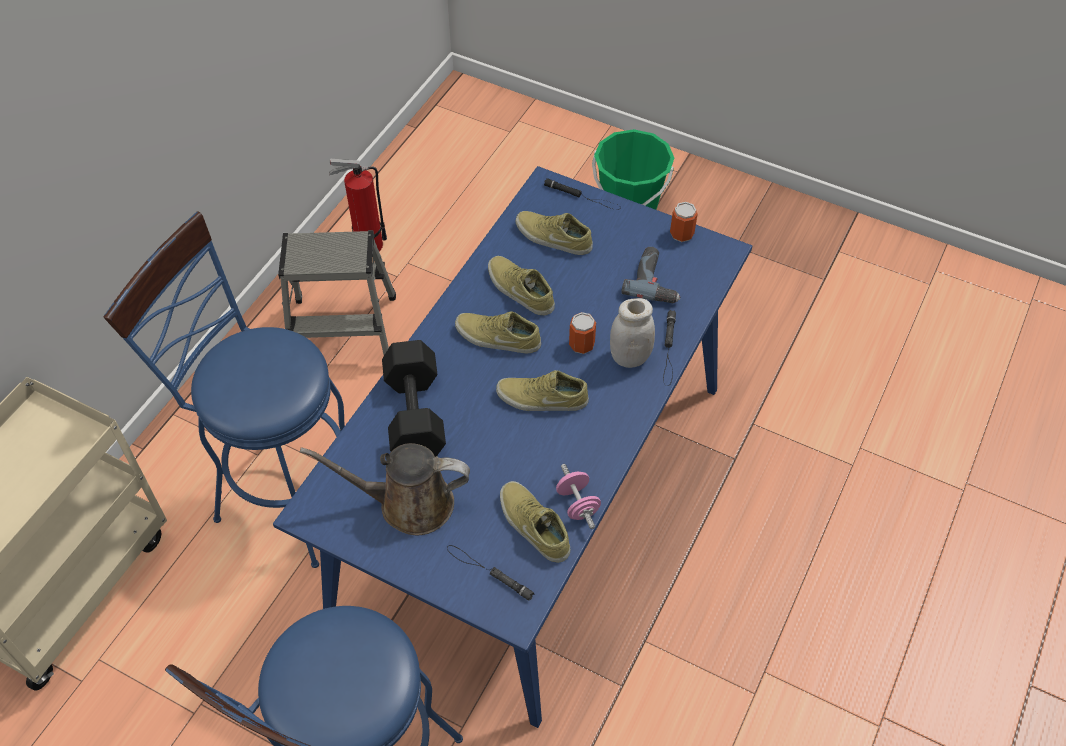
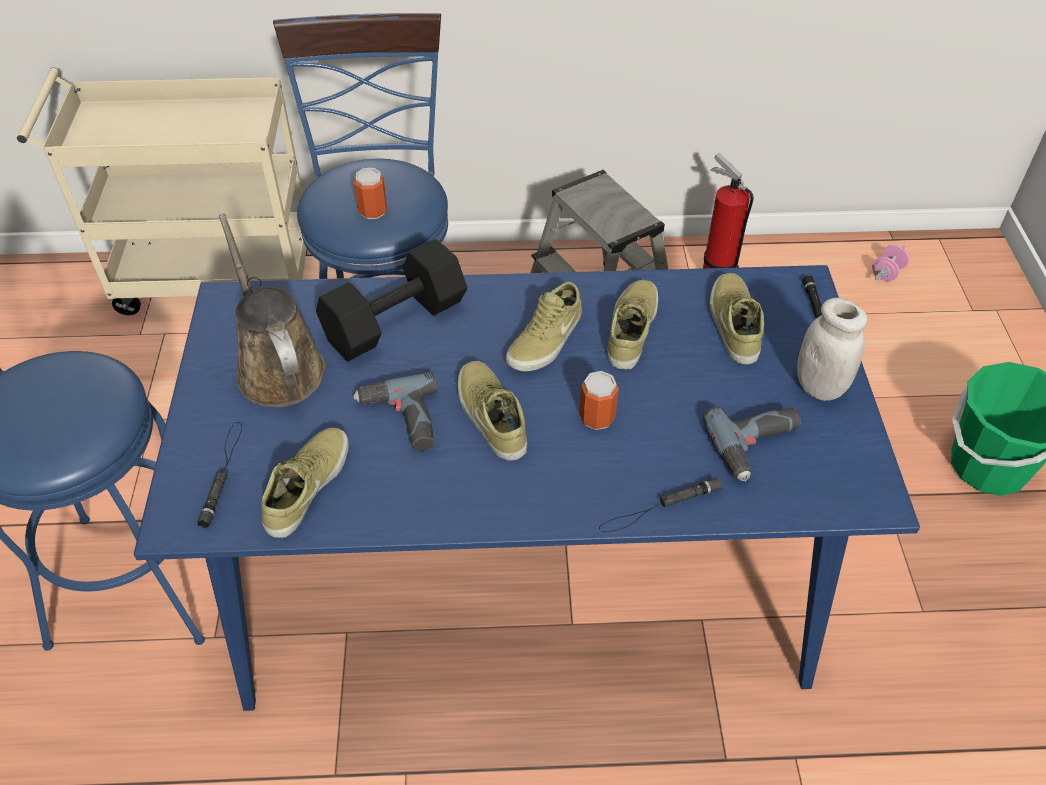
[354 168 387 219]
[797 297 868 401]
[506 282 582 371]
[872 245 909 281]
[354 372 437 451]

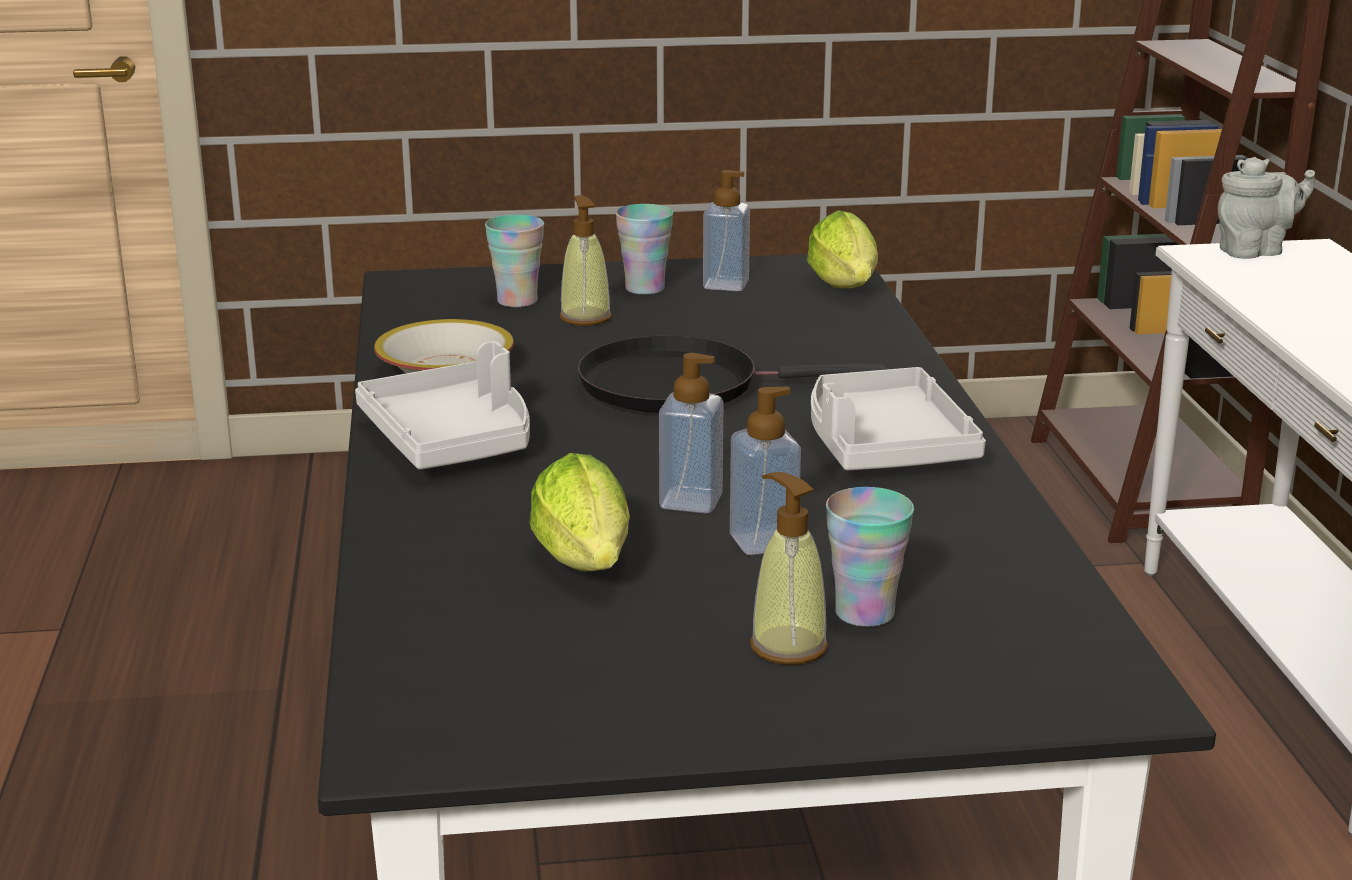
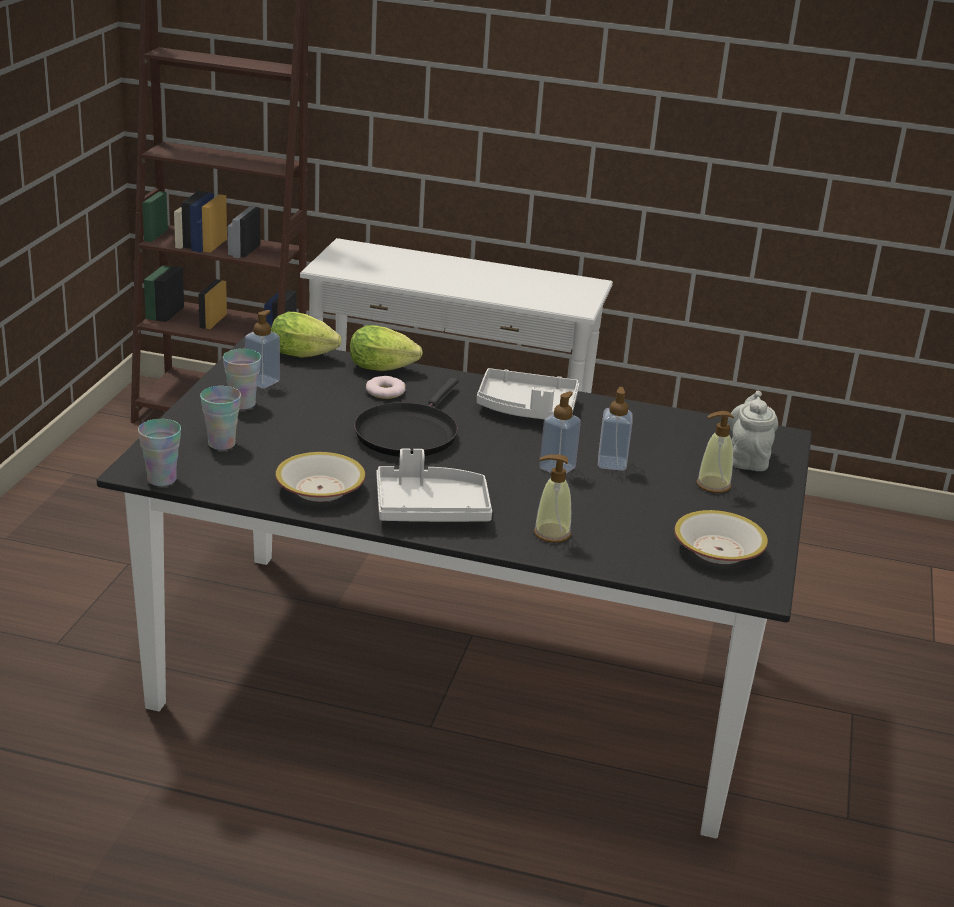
[728 391 778 471]
[534 454 571 543]
[350 325 423 371]
[138 419 181 486]
[366 376 406 399]
[674 510 768 564]

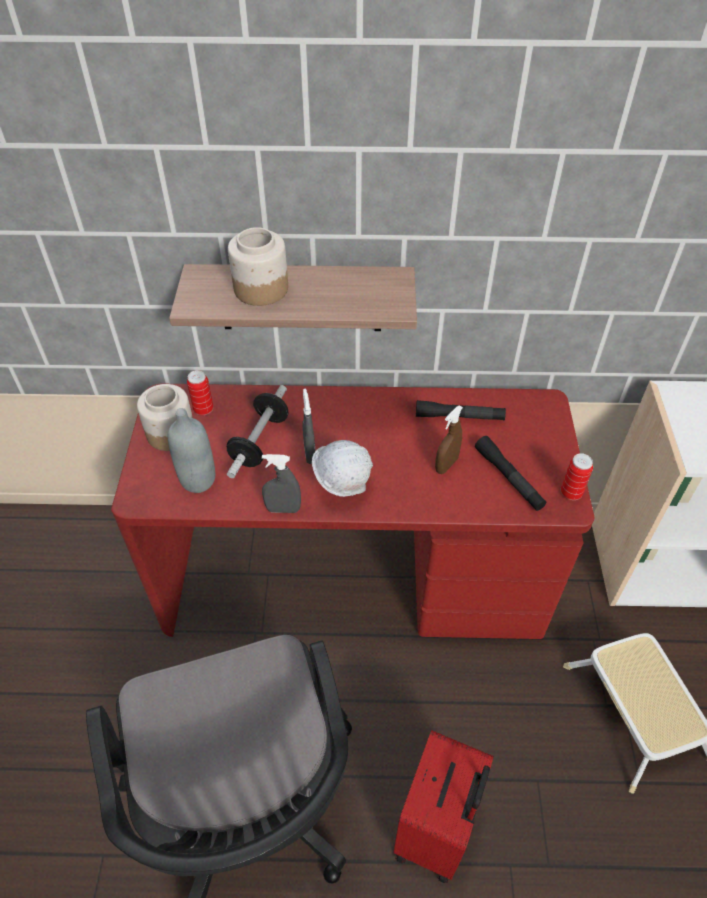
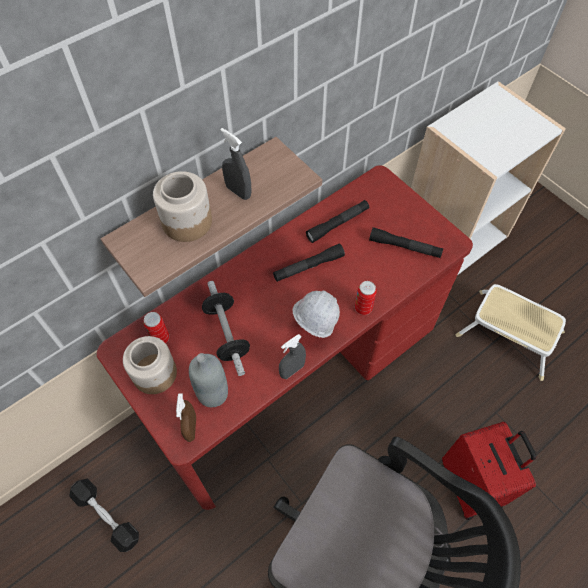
[220 128 252 200]
[176 393 196 442]
[355 281 377 315]
[273 244 345 282]
[69 479 139 552]

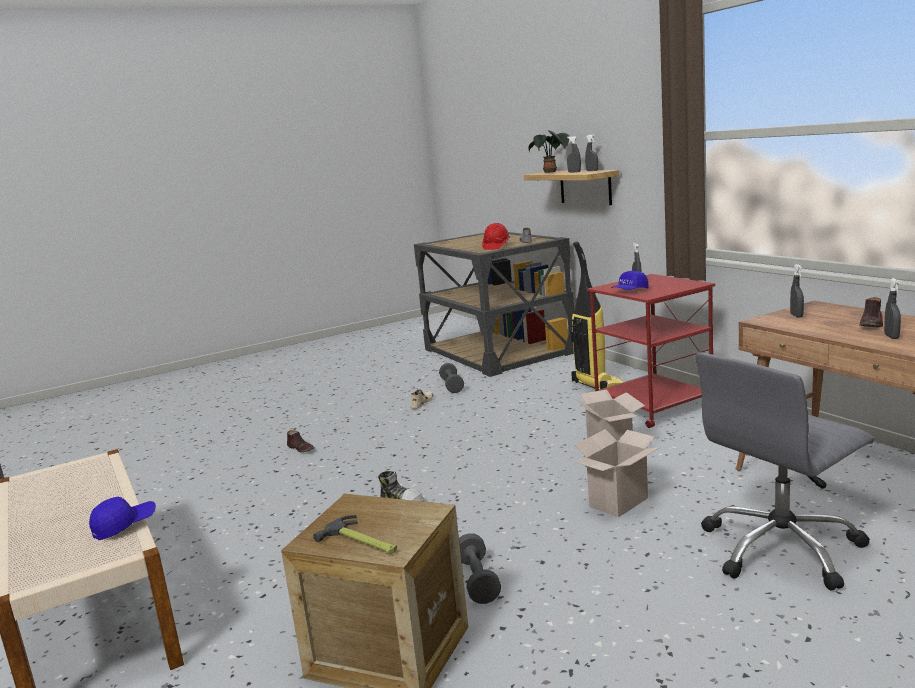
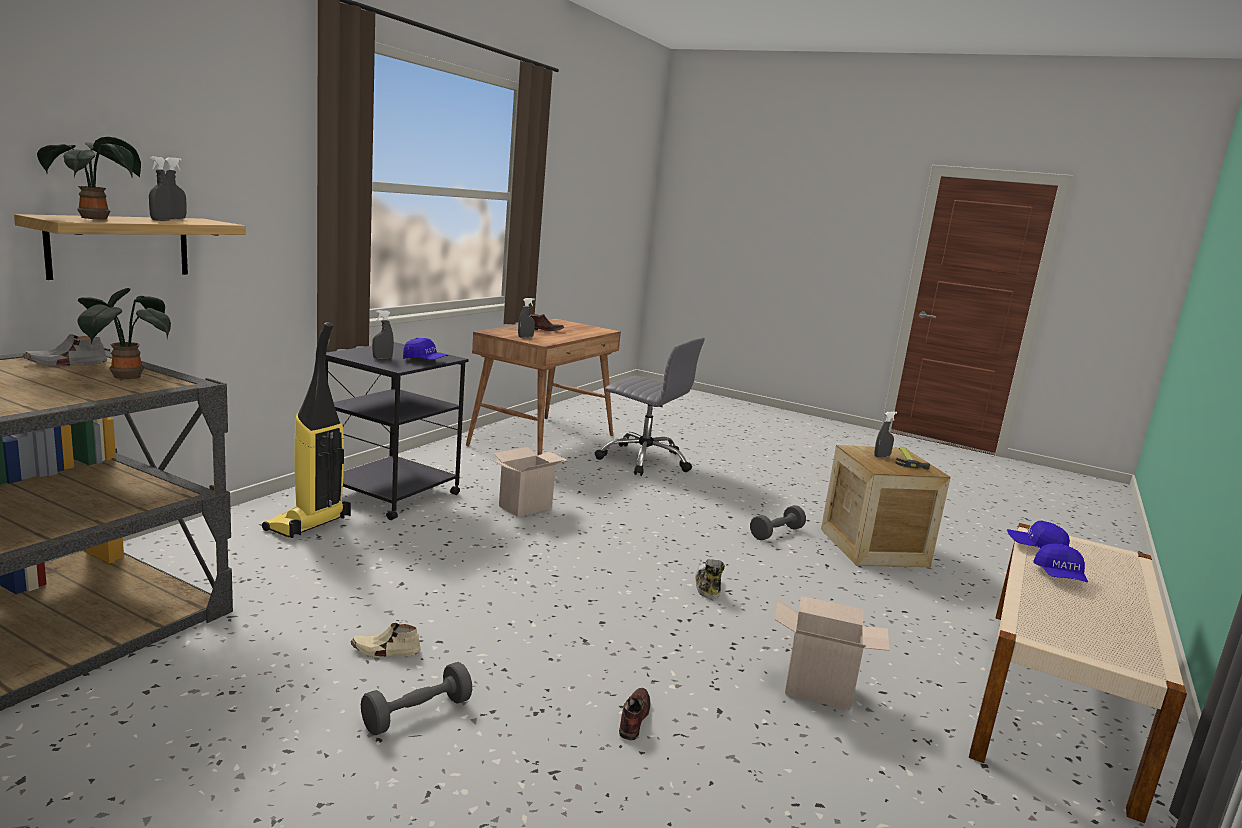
[77 288 171 381]
[325 342 469 520]
[874 411 897 457]
[361 662 472 735]
[774 596 890 710]
[1033 543 1088 582]

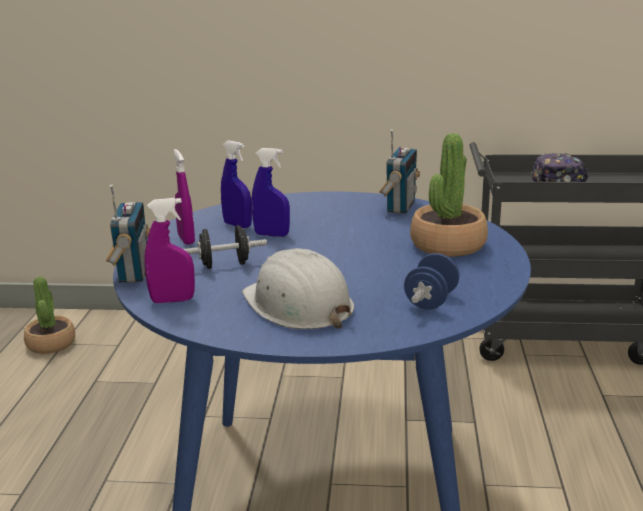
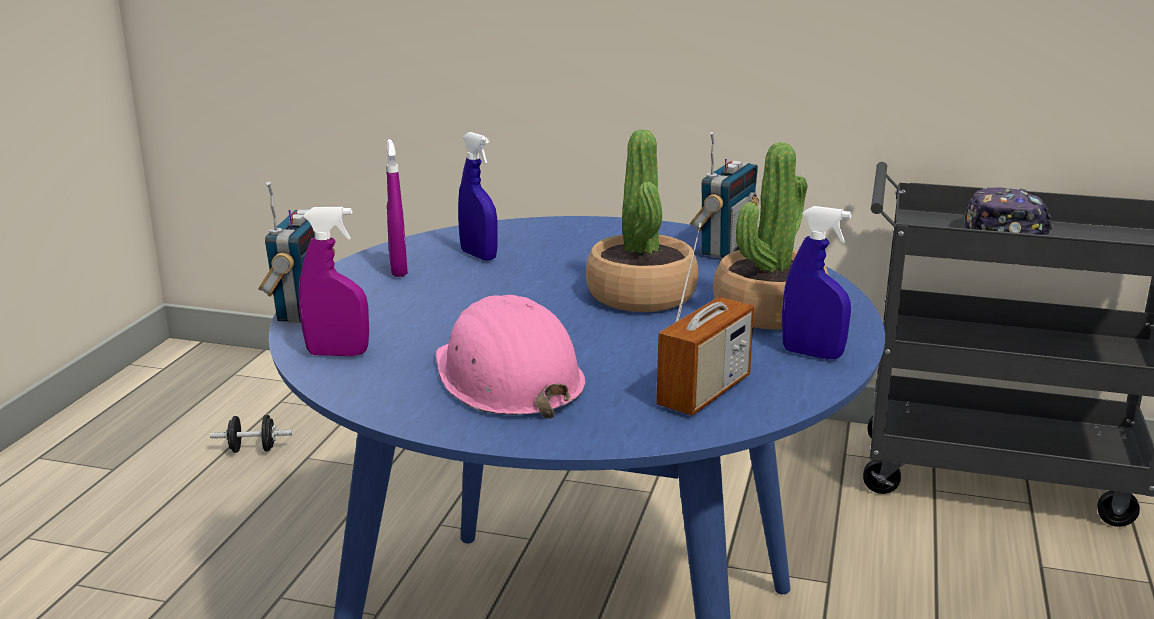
[782 206 852 359]
[210 415 292 453]
[436 295 586 419]
[656 223 754 416]
[586 129 698 312]

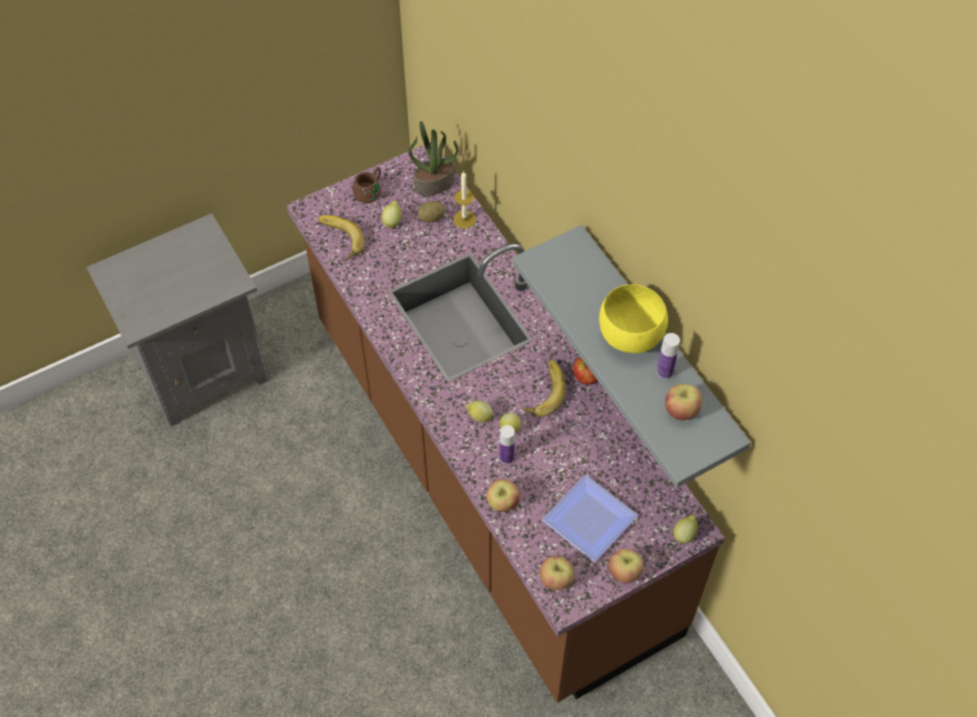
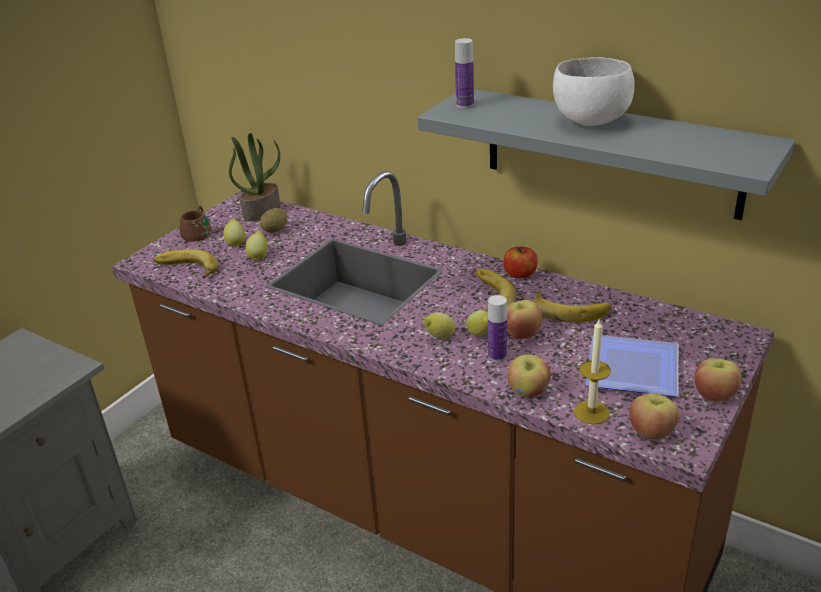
[574 319 611 424]
[553 57 635 126]
[455 38 474 108]
[507 300 542 339]
[245 231 268 261]
[533 289 611 323]

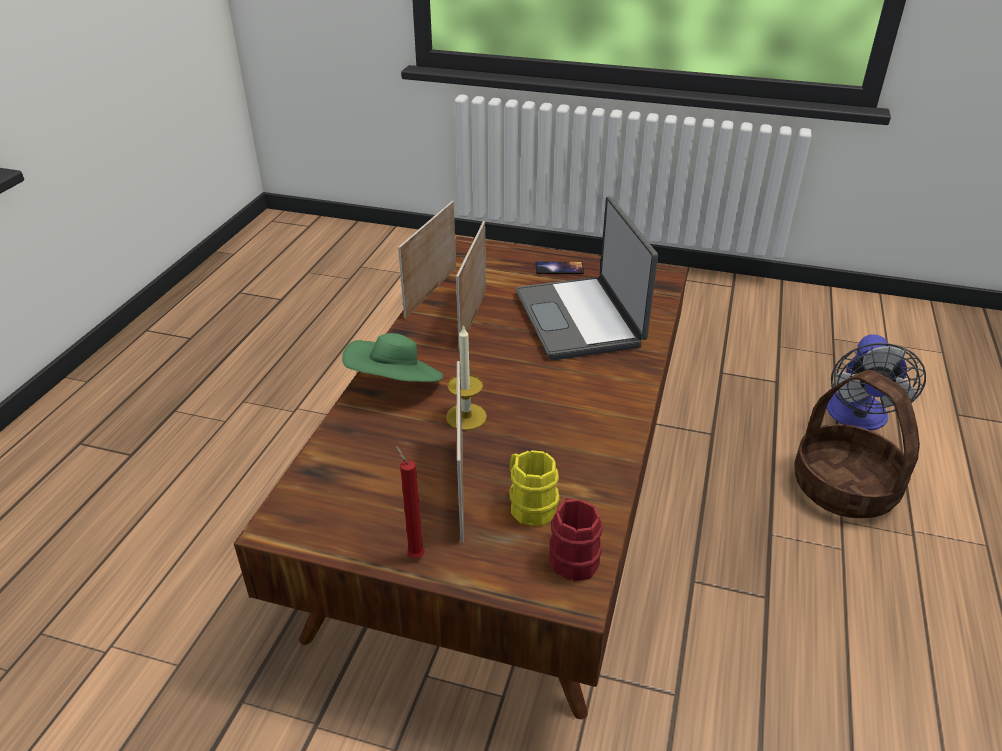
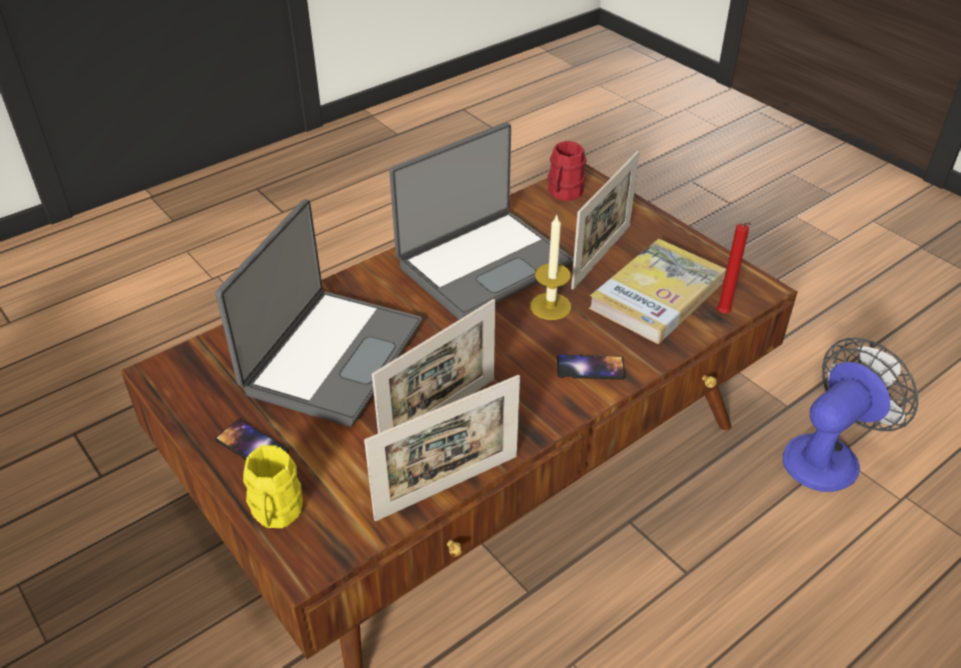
[557 354 625 379]
[783 338 918 492]
[794 370 920 518] (first image)
[717 222 751 314]
[243 445 303 528]
[389 123 574 320]
[589 238 726 344]

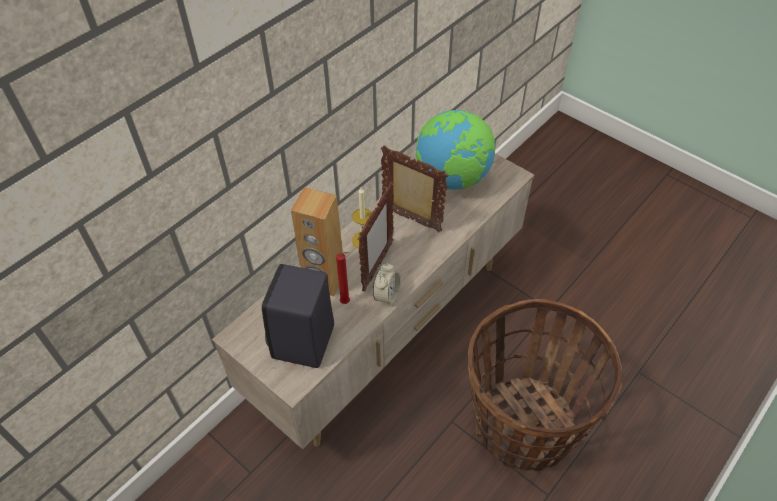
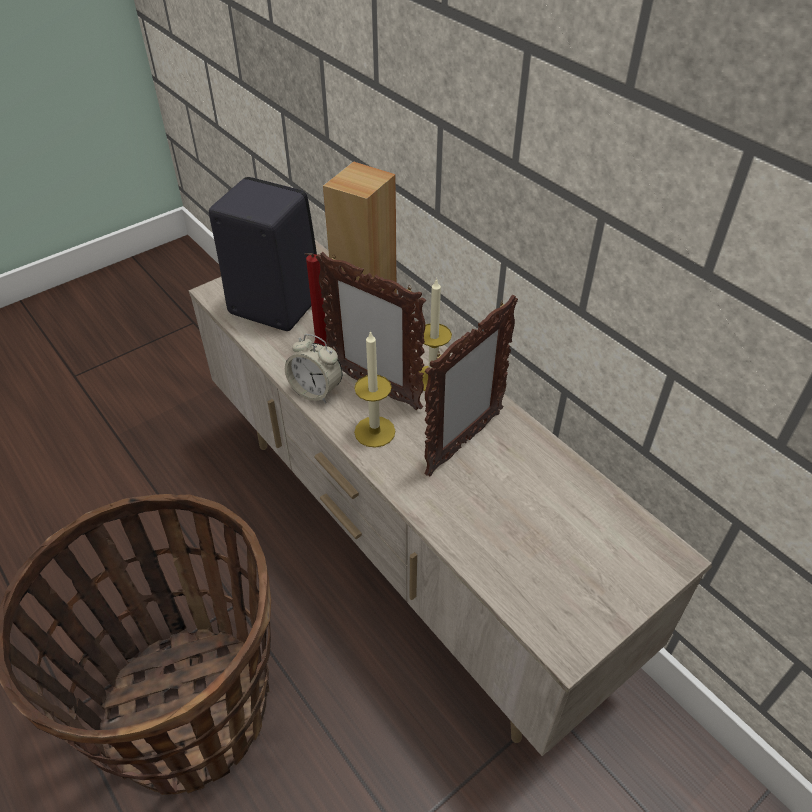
[416 110 495 190] (first image)
[354 330 395 448]

